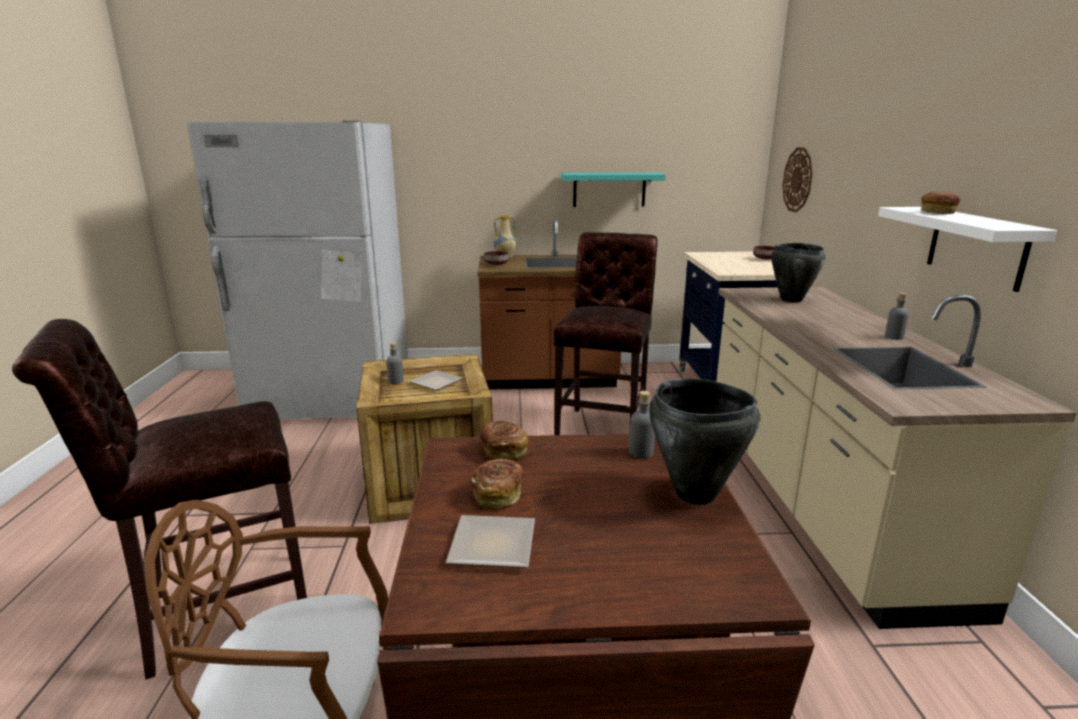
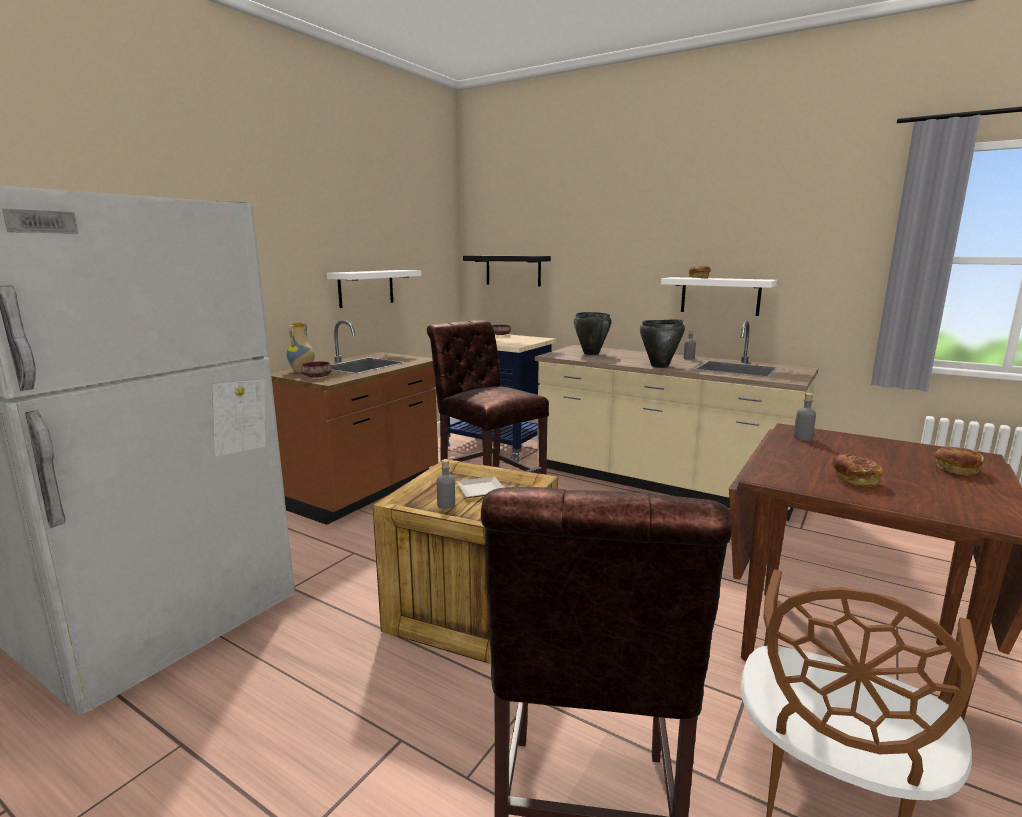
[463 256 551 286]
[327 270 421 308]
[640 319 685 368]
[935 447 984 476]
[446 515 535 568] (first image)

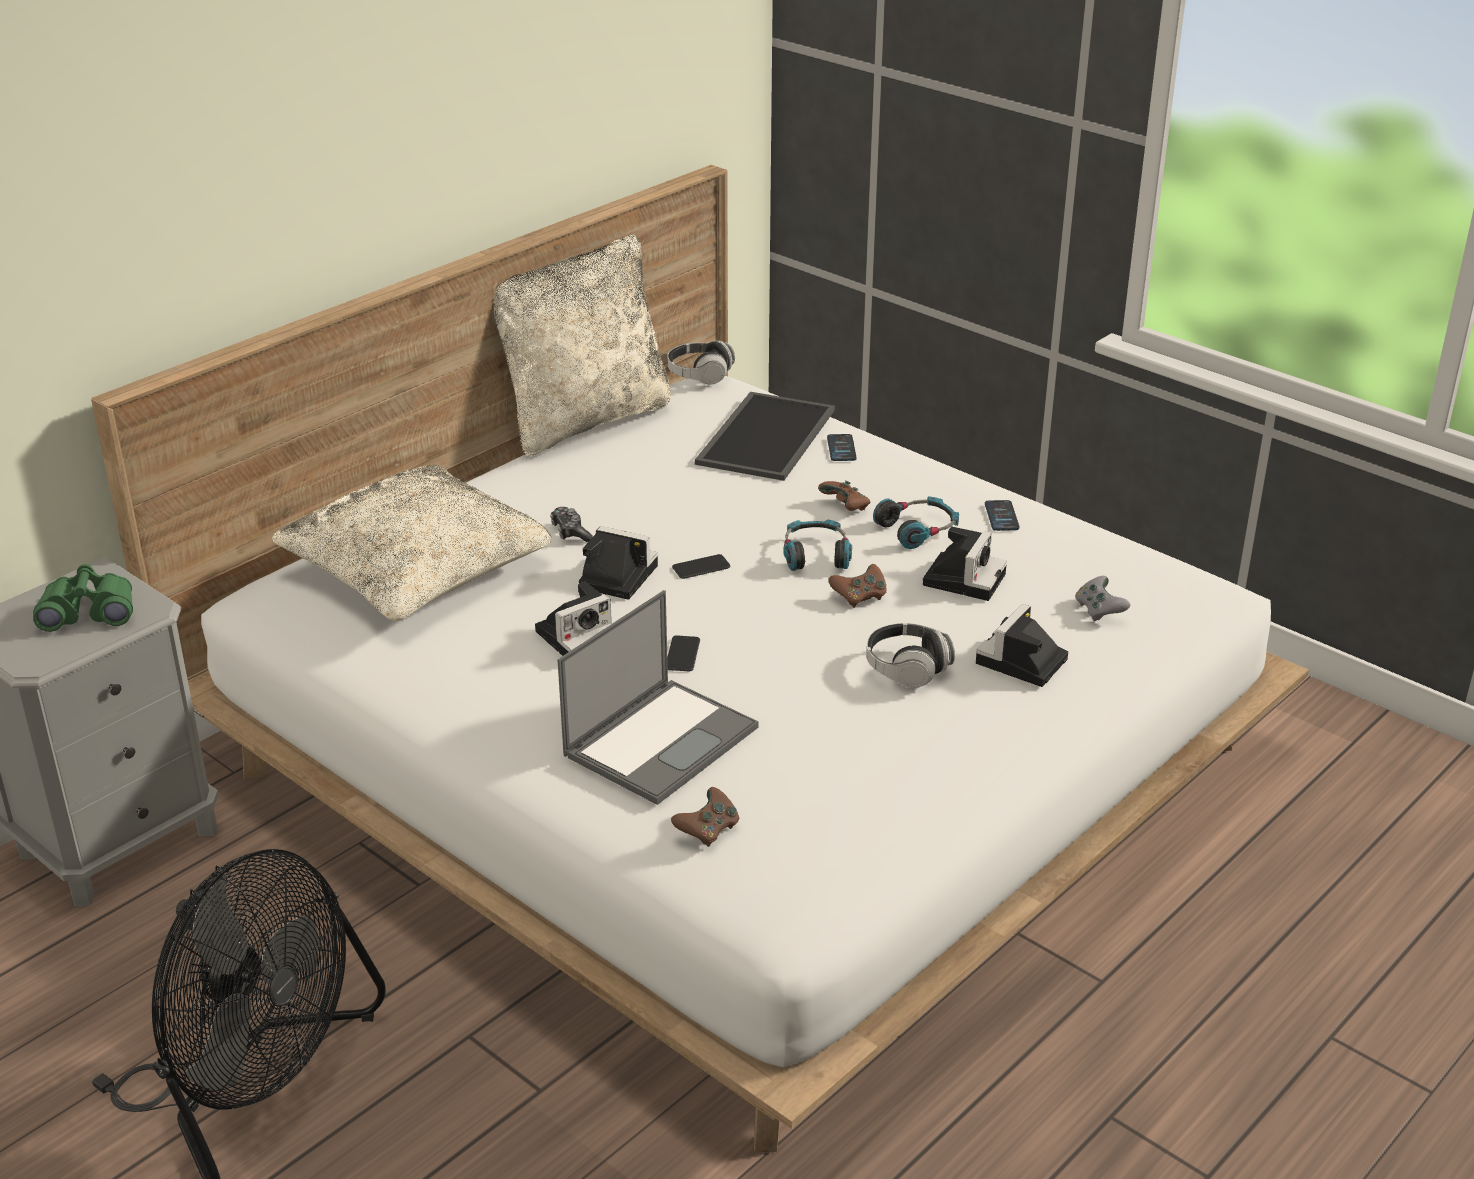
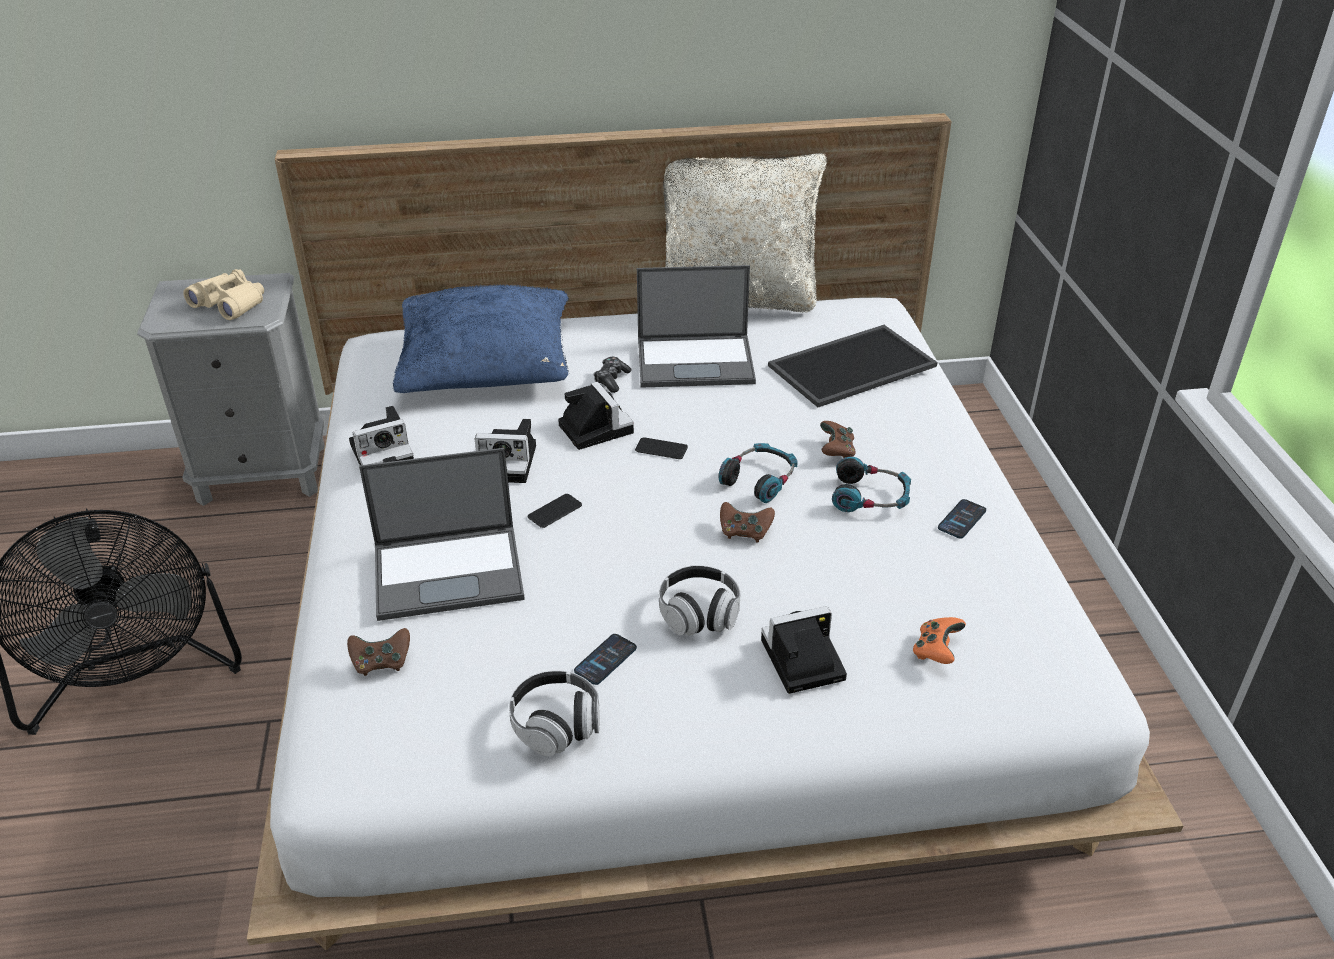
[509 670 600 757]
[574 634 637 685]
[393 284 569 393]
[349 406 414 465]
[183 269 264 320]
[913 617 966 664]
[637 265 756 388]

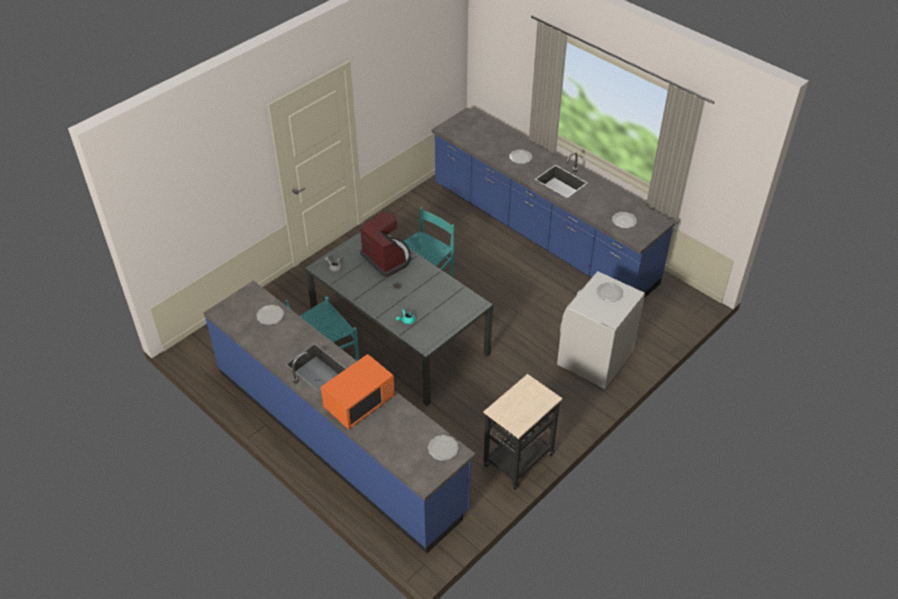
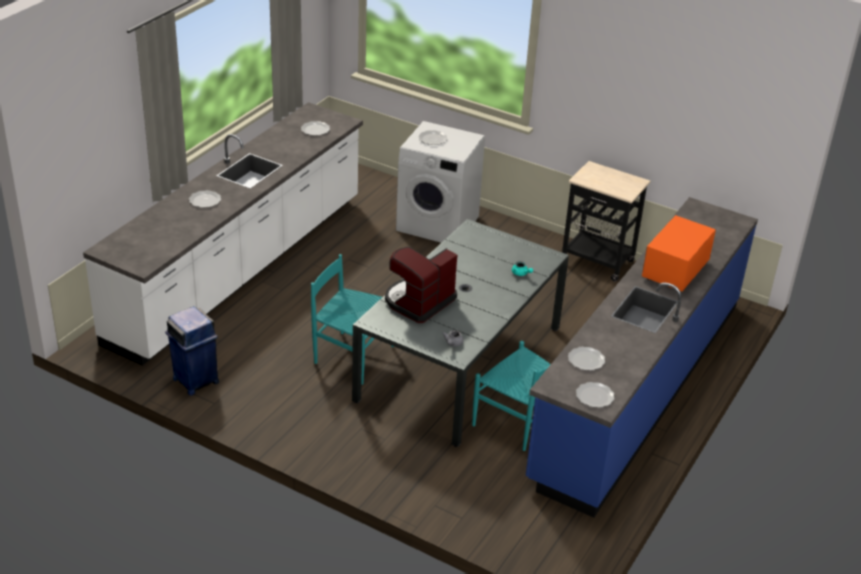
[83 102 363 366]
[642 215 716 292]
[576 382 615 408]
[165 306 219 396]

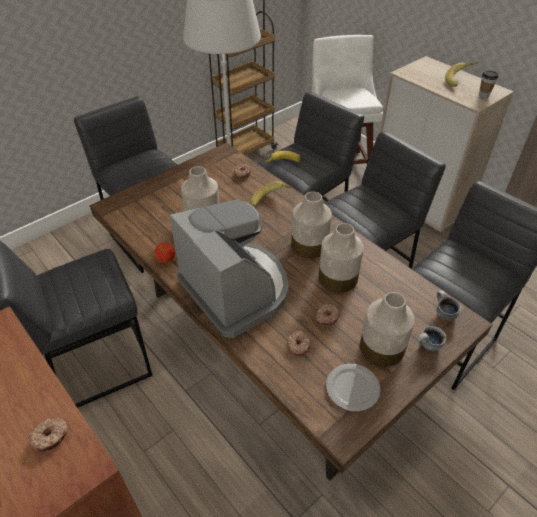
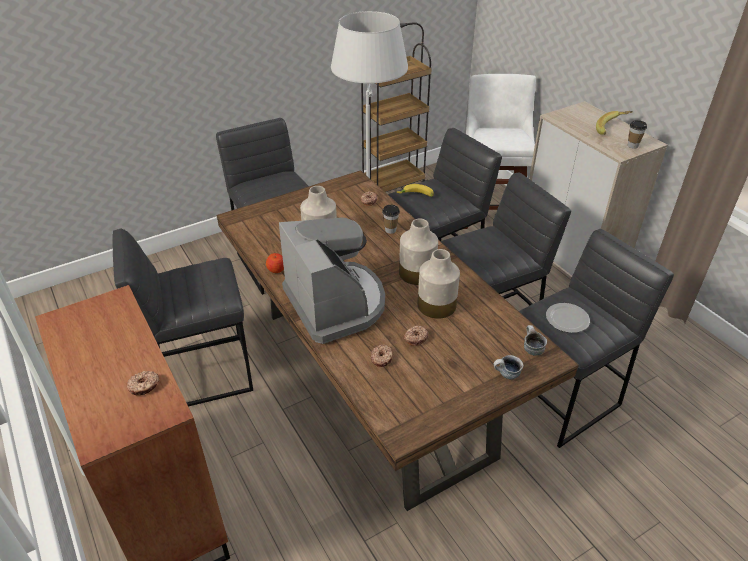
[382 205 400 234]
[360 292 415 367] (first image)
[546 303 590 333]

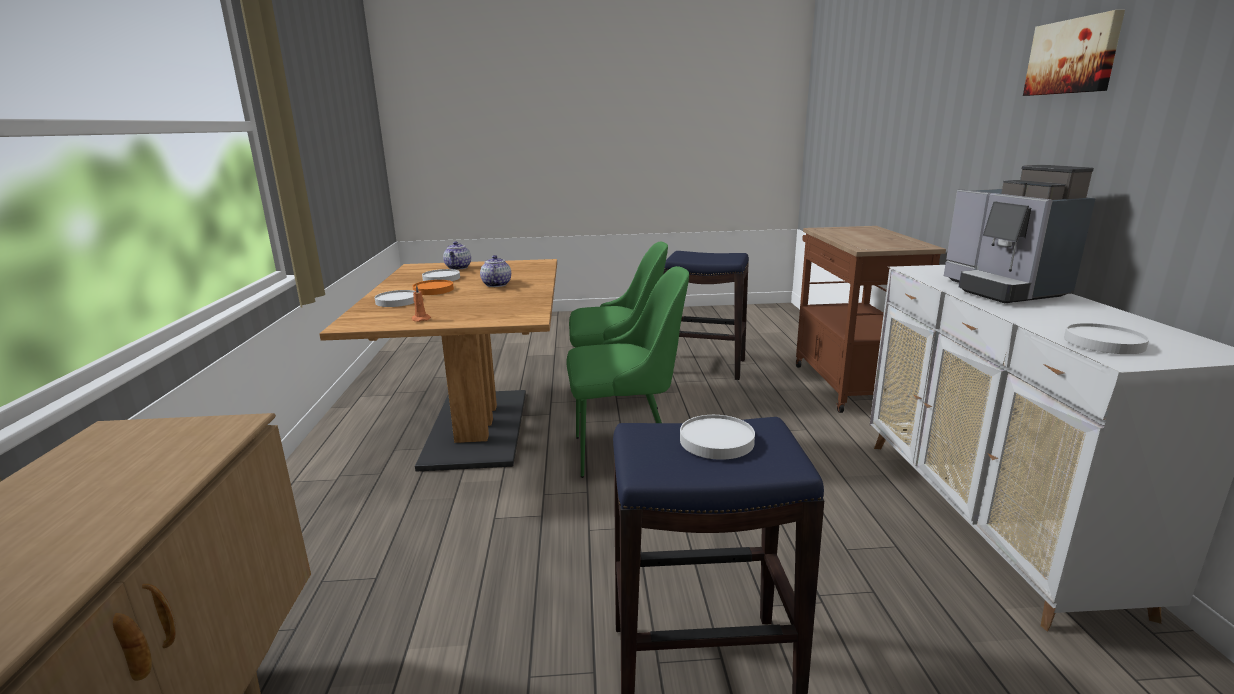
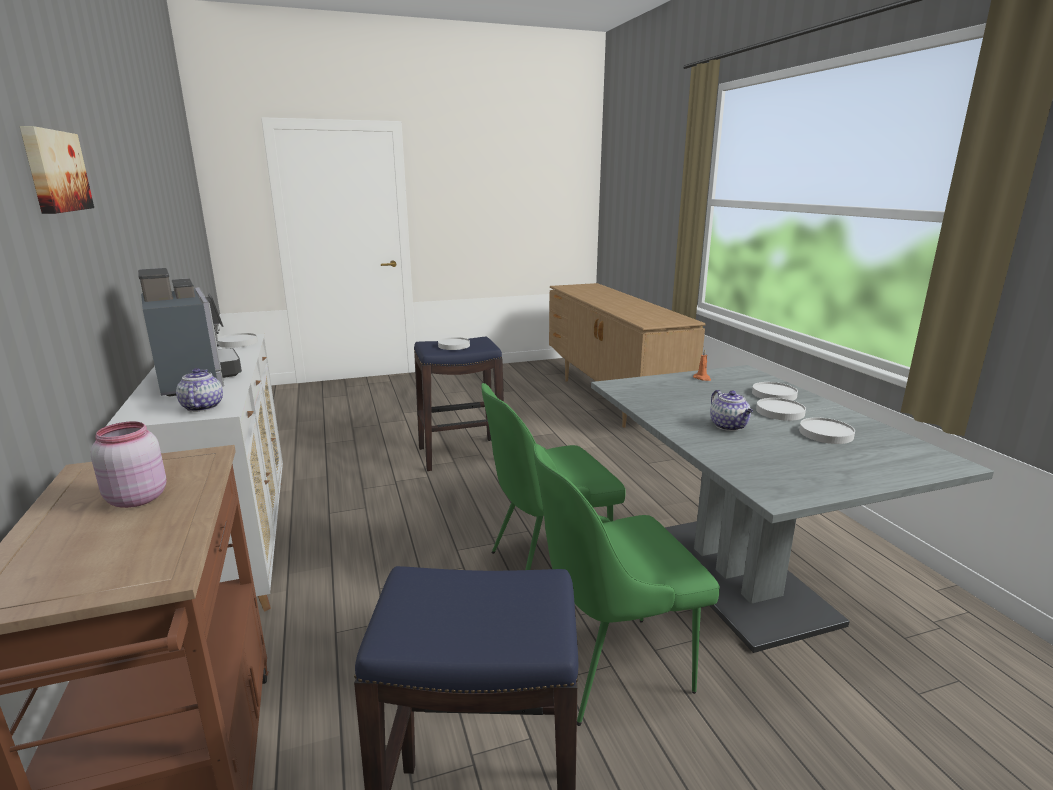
[176 368 223 412]
[591 365 994 653]
[756 398 806 421]
[91 421 167 508]

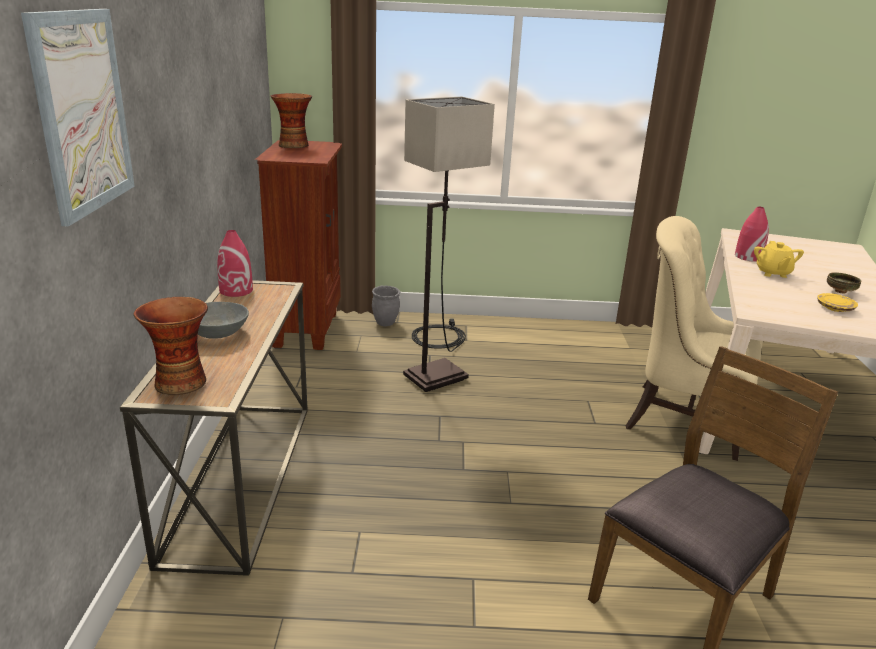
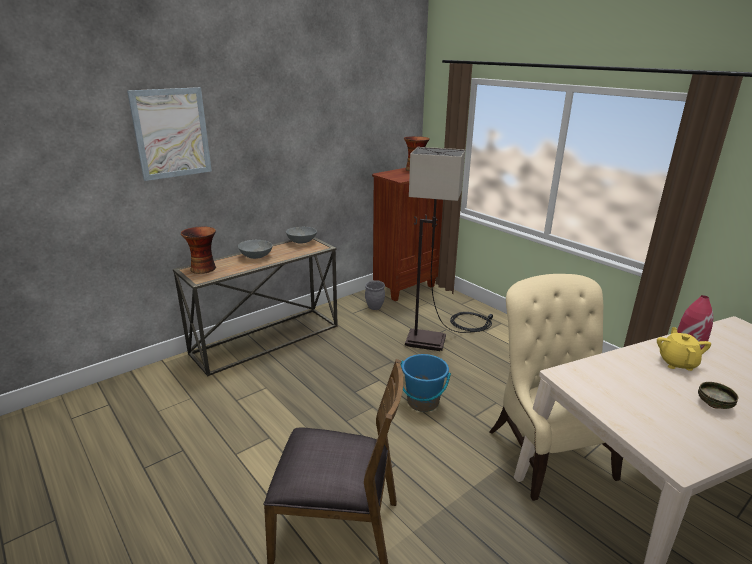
[286 227 317 244]
[657 327 711 371]
[365 280 385 310]
[817 293 858 312] (first image)
[400 354 451 412]

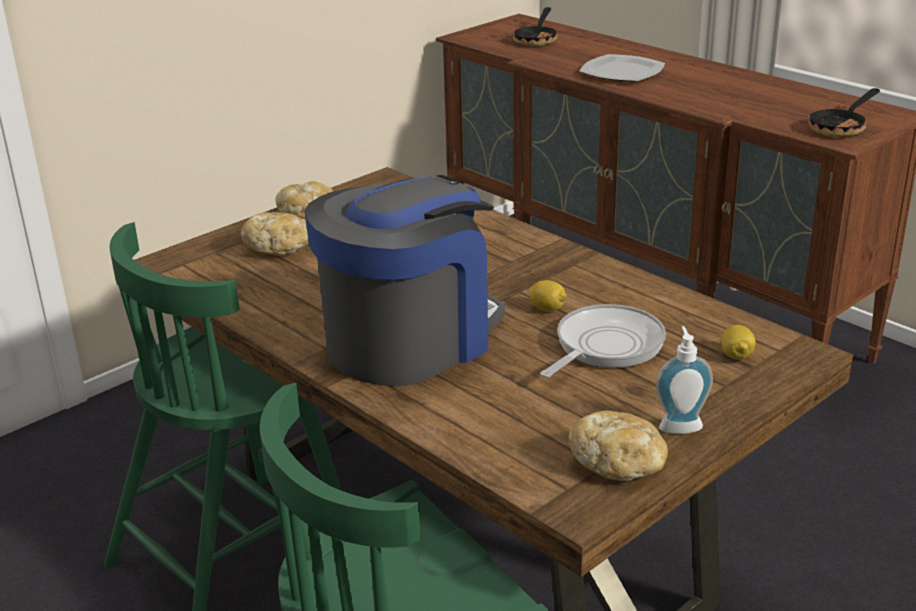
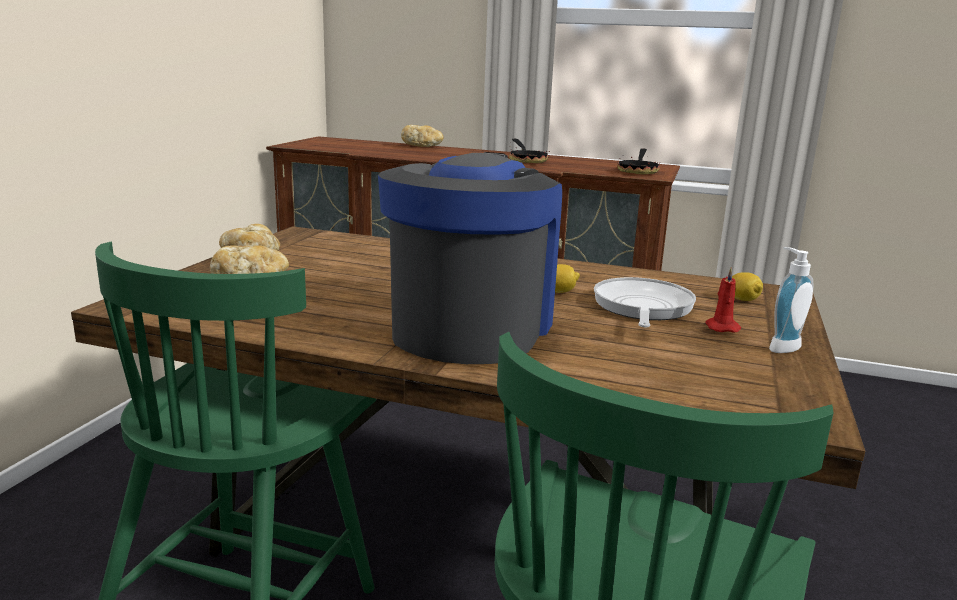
[509 139 550 163]
[579 54 665 82] (first image)
[401 125 443 147]
[706 267 741 333]

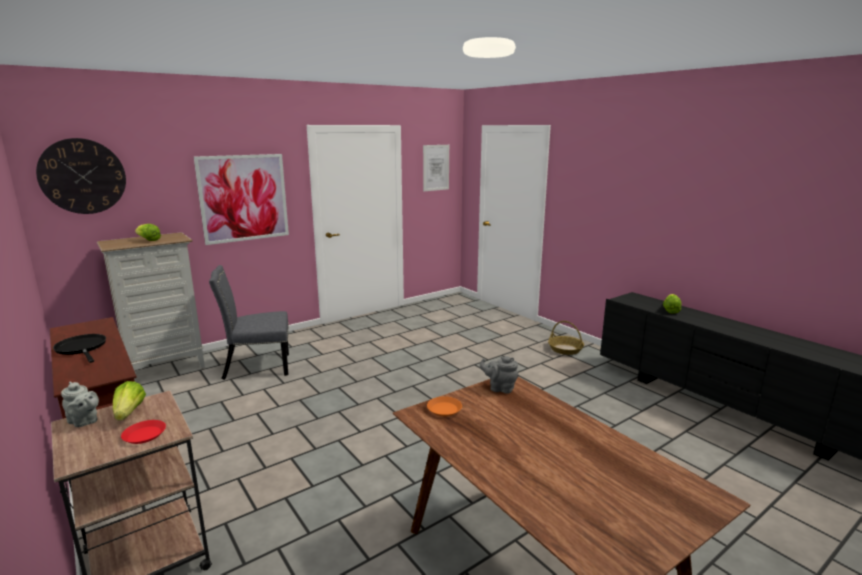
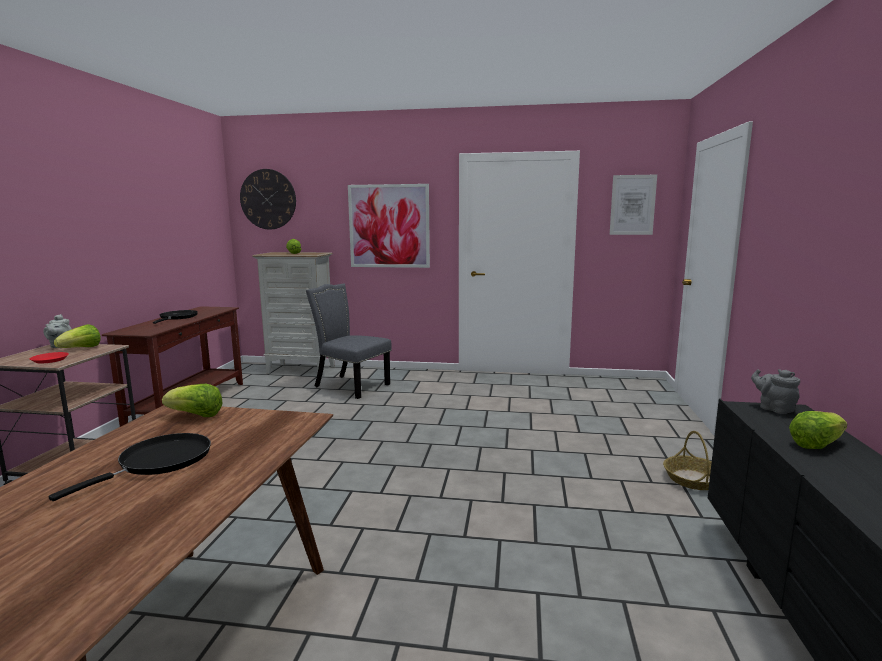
[751 369 800 414]
[162 384 223 417]
[49 433 211 501]

